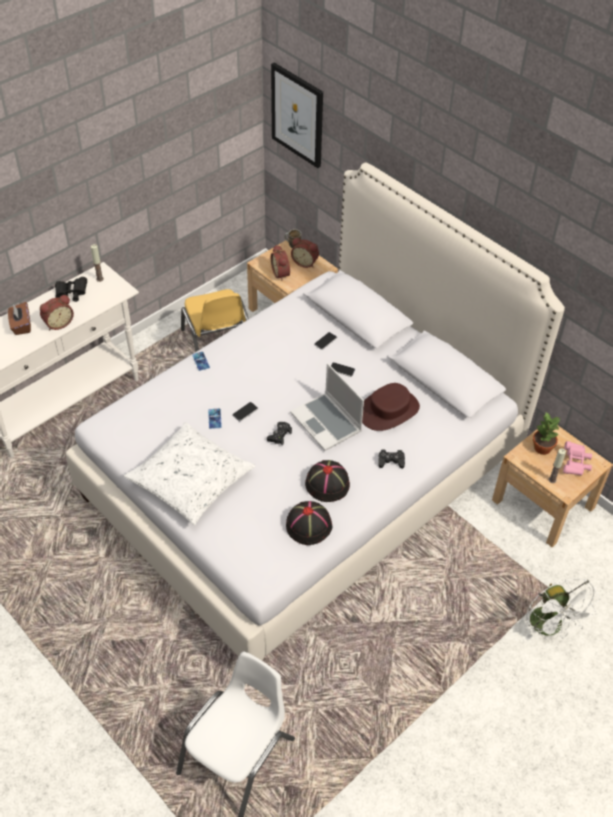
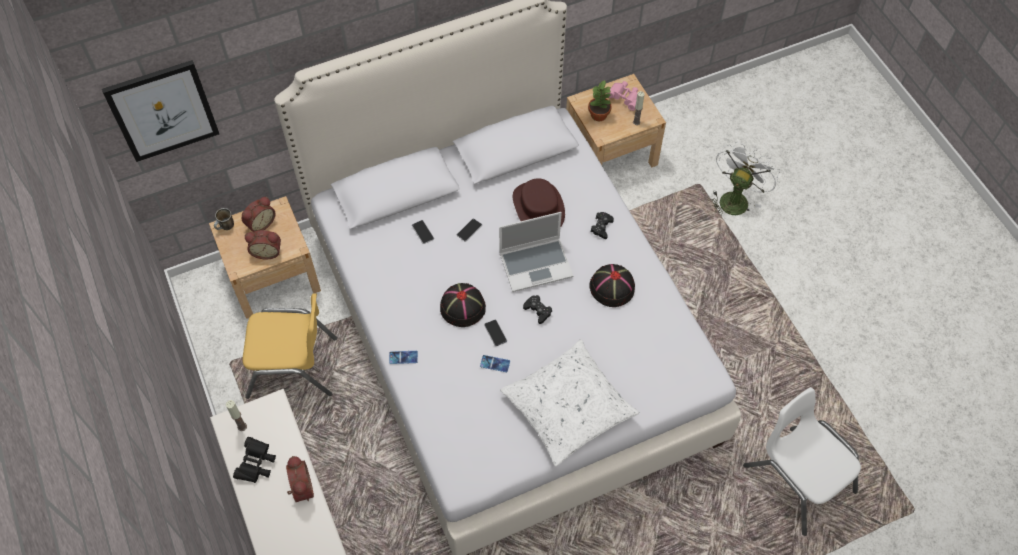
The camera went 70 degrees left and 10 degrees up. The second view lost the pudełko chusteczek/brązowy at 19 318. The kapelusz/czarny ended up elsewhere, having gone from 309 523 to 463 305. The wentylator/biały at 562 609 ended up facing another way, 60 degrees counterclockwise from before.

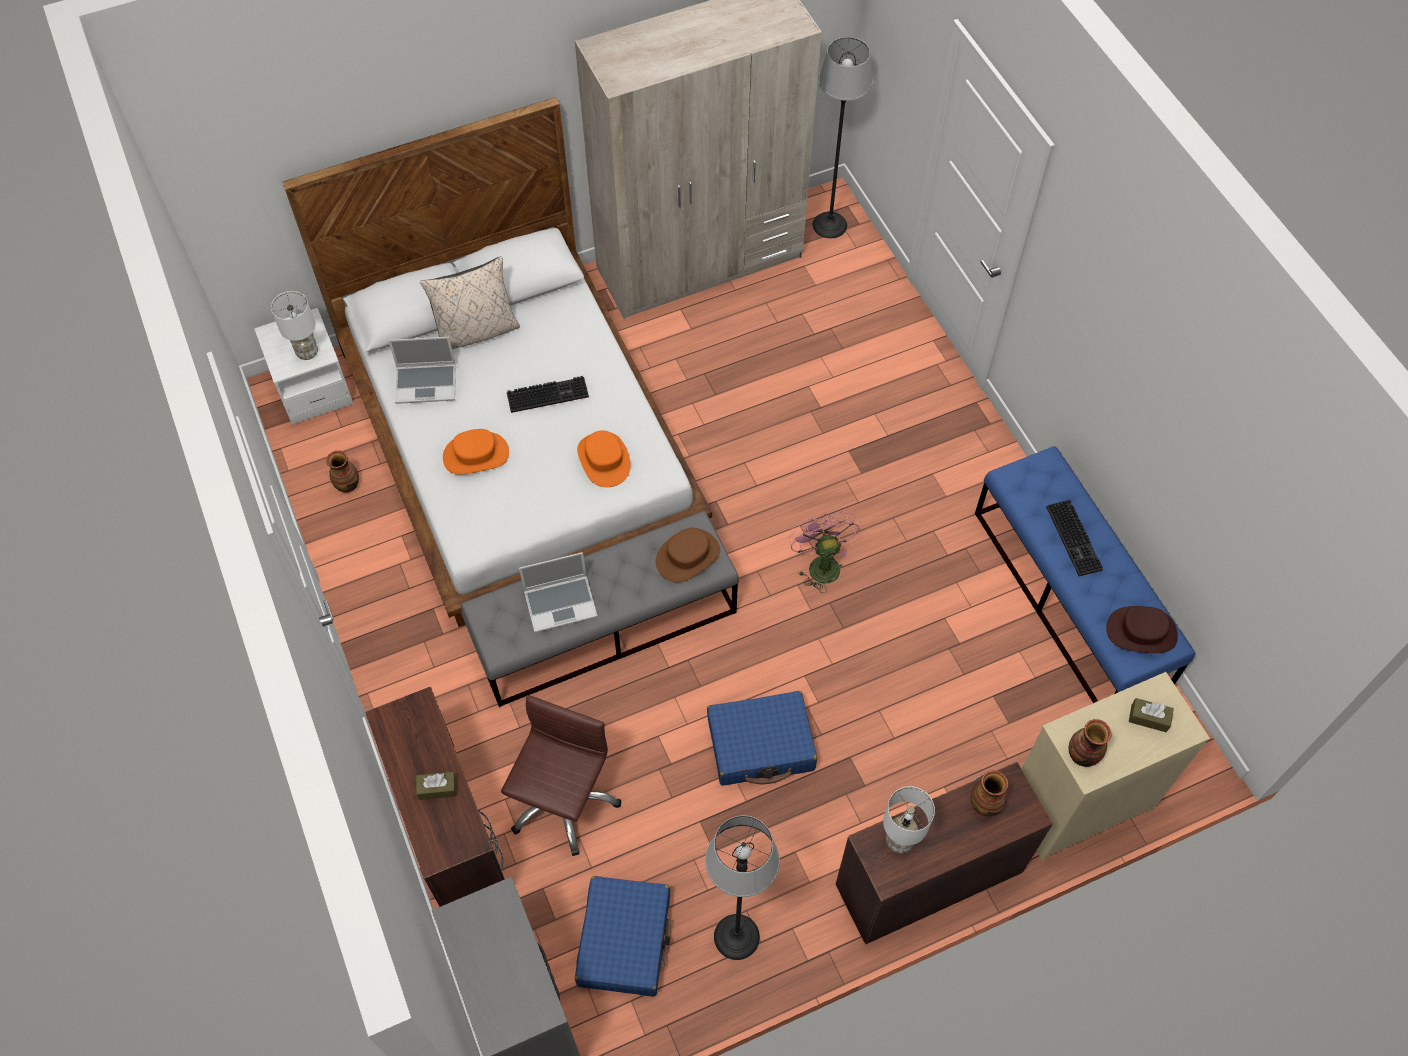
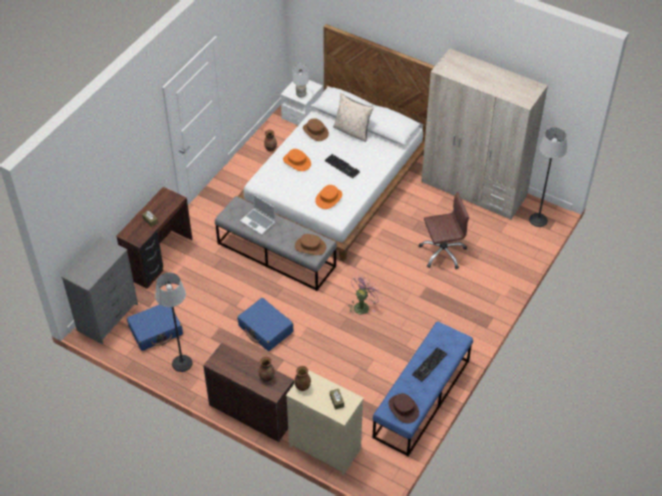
The camera went 55 degrees right and 10 degrees down. Where the laptop stood at 422 370, the kapelusz/brązowy came to stand at 316 129. The krzesło biurowe/brązowy ended up elsewhere, having gone from 561 775 to 444 230. The second view lost the lampa stołowa/biały at 909 819.

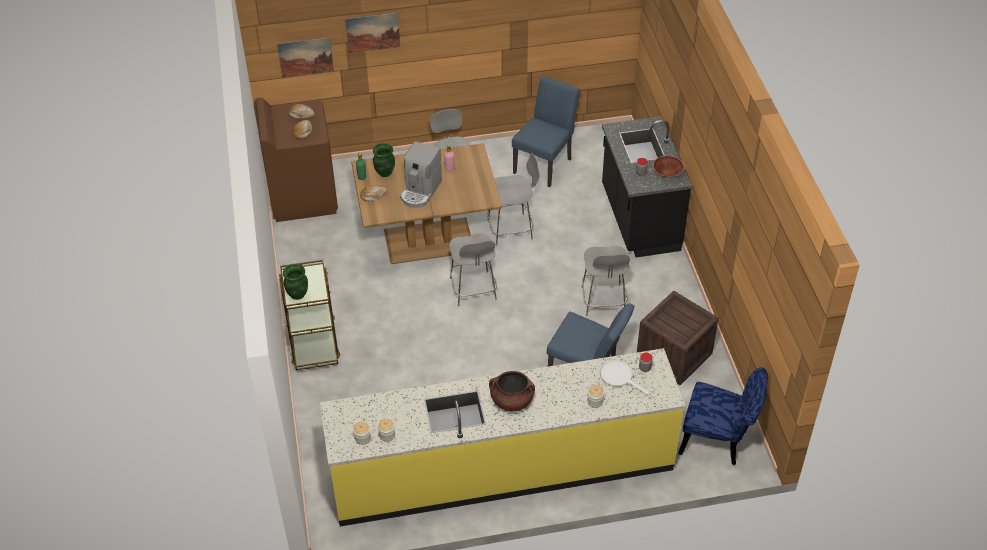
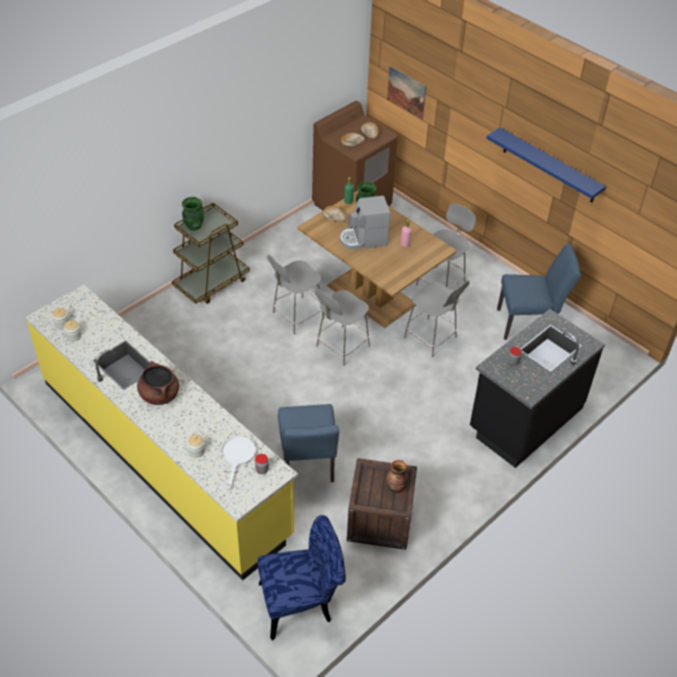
The camera went 55 degrees right and 0 degrees up. The second view lost the obraz at 372 33. The stołek/szary ended up elsewhere, having gone from 605 281 to 295 294. The second view lost the miska/brązowy at 669 166. The krzesło/niebieski at 723 416 ended up facing another way, 90 degrees counterclockwise from before. The second view gained the wazon at 396 476. The second view gained the półka/niebieski at 546 165.

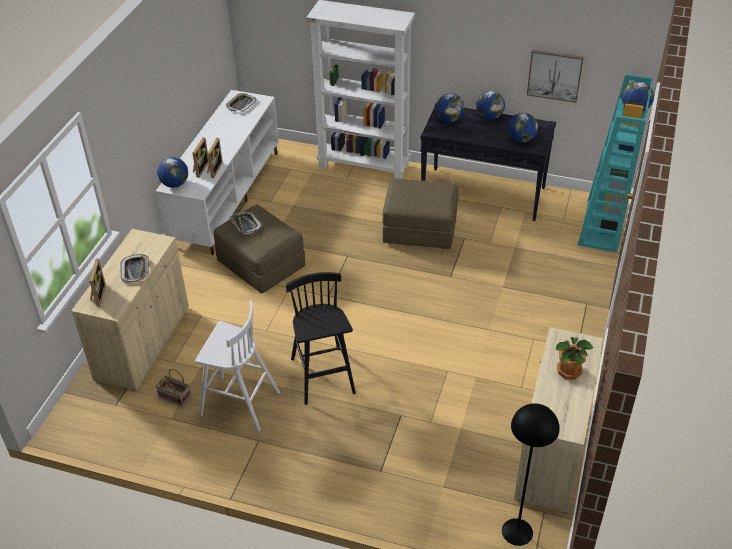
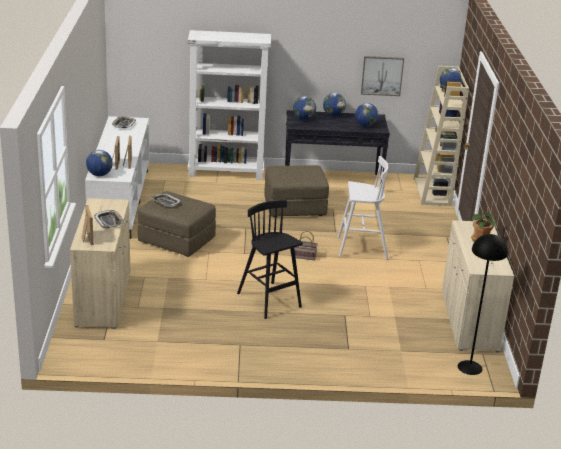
The camera went 20 degrees left and 15 degrees down. The koszyk ended up elsewhere, having gone from 173 388 to 306 245. The stołek/biały ended up elsewhere, having gone from 237 365 to 362 207. What was the regał/turkusowy at 615 163 turned into the regał/beżowy at 441 136.

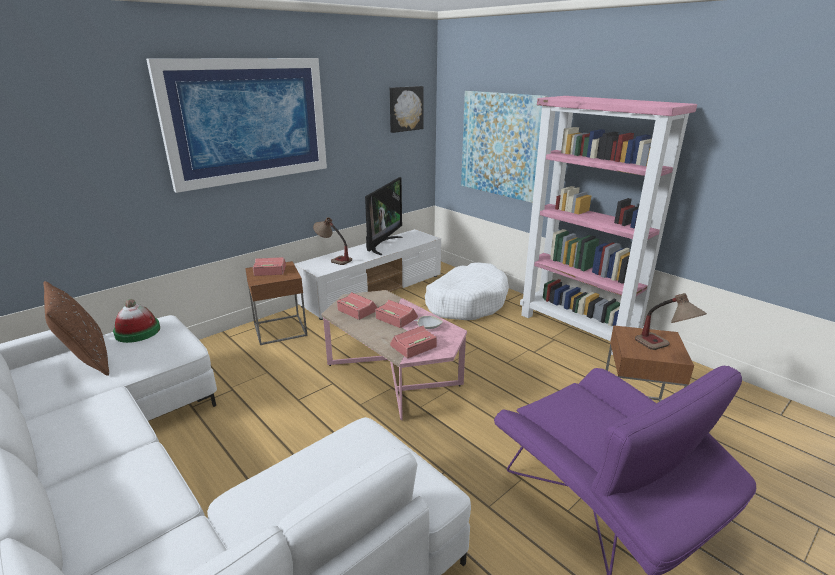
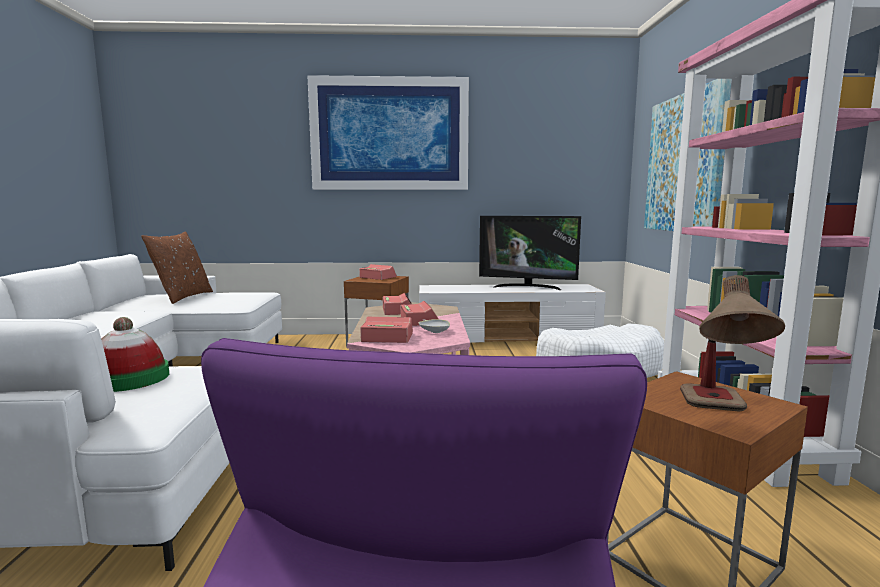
The camera went 40 degrees right and 15 degrees down. The kapelusz ended up elsewhere, having gone from 136 321 to 135 354. The second view lost the lampa stołowa at 332 241. The telewizor at 384 216 ended up facing another way, 45 degrees clockwise from before. The second view lost the obraz at 407 109.

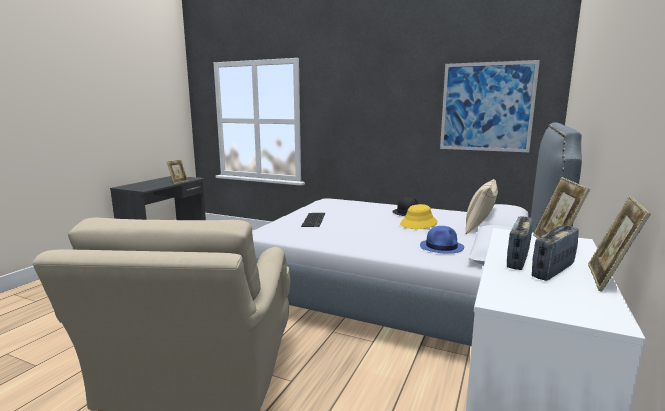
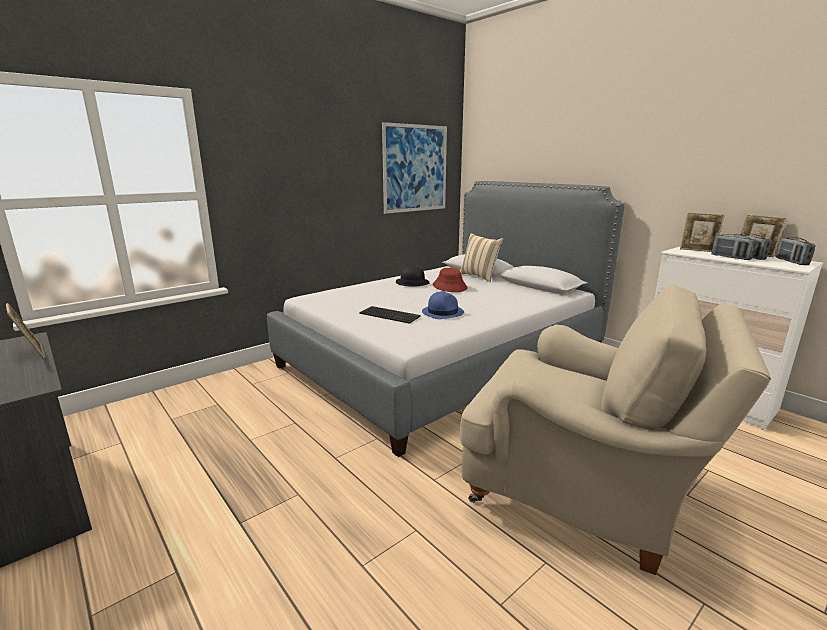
The camera went 65 degrees left and 5 degrees up. What was the kapelusz/żółty at 418 216 turned into the kapelusz/czerwony at 450 280. The kapelusz/niebieski ended up elsewhere, having gone from 442 240 to 443 305. The second view gained the radio at 795 251.

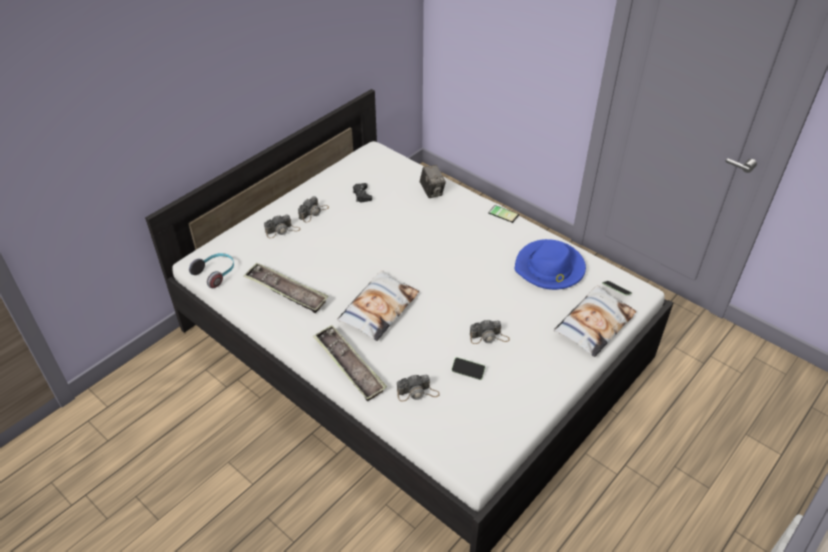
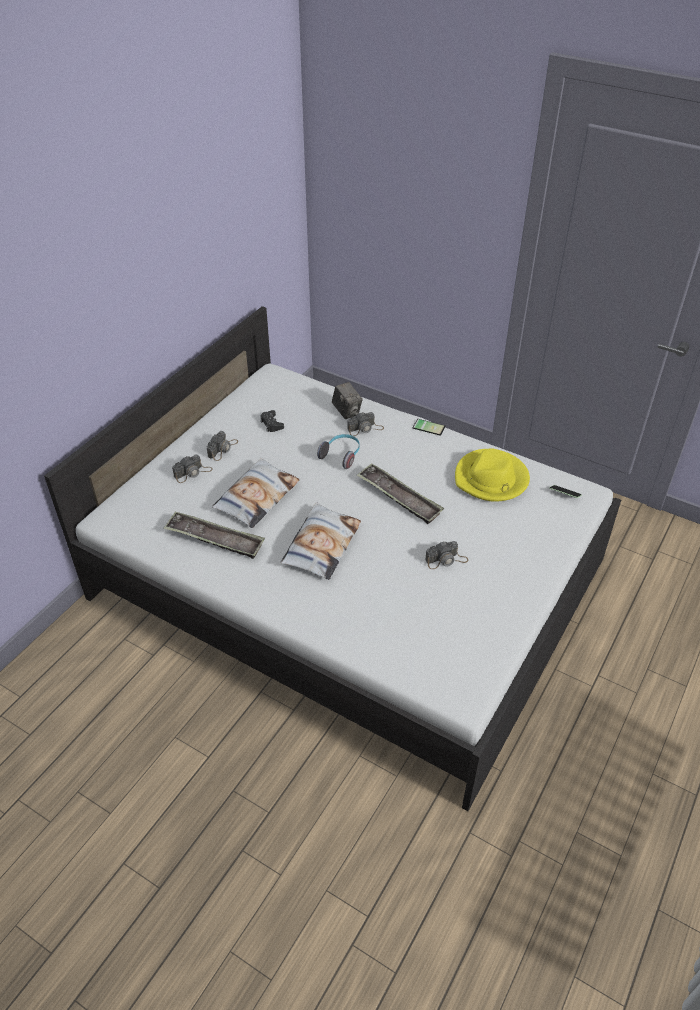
The camera went 10 degrees left and 0 degrees up. The słuchawki ended up elsewhere, having gone from 211 270 to 338 451. The taca ended up elsewhere, having gone from 350 363 to 400 493. The aparat fotograficzny ended up elsewhere, having gone from 418 388 to 365 424. The second view lost the telefon at 468 368. What was the kapelusz/niebieski at 550 264 turned into the kapelusz/żółty at 492 475. The poduszka ended up elsewhere, having gone from 595 321 to 256 493.

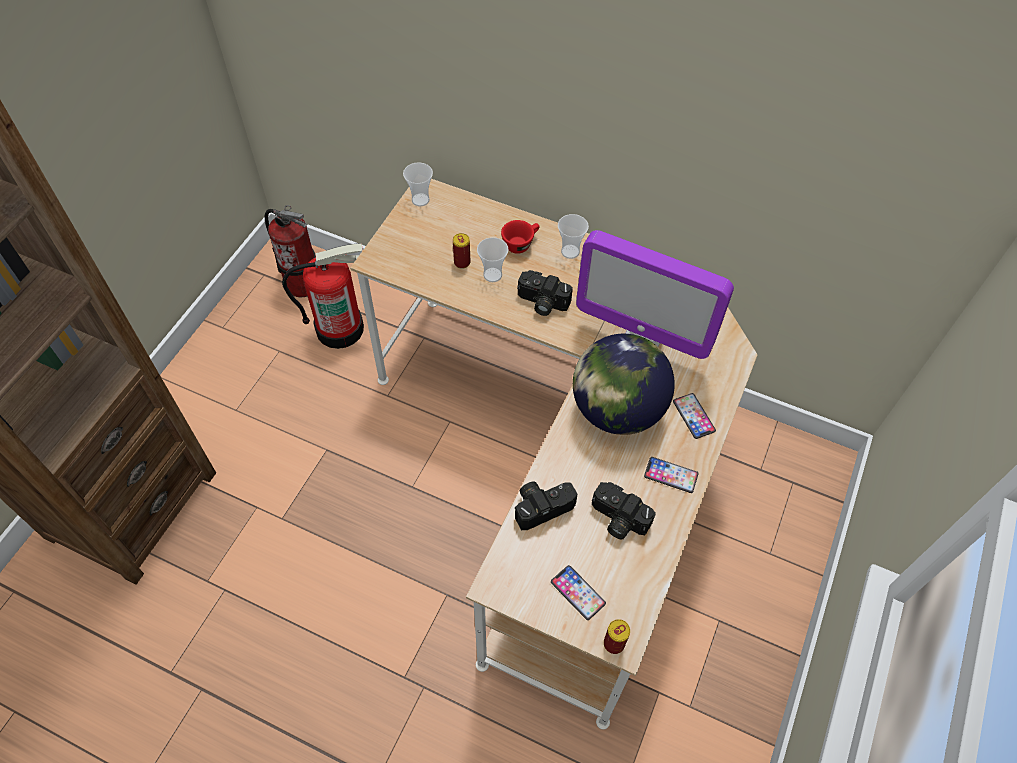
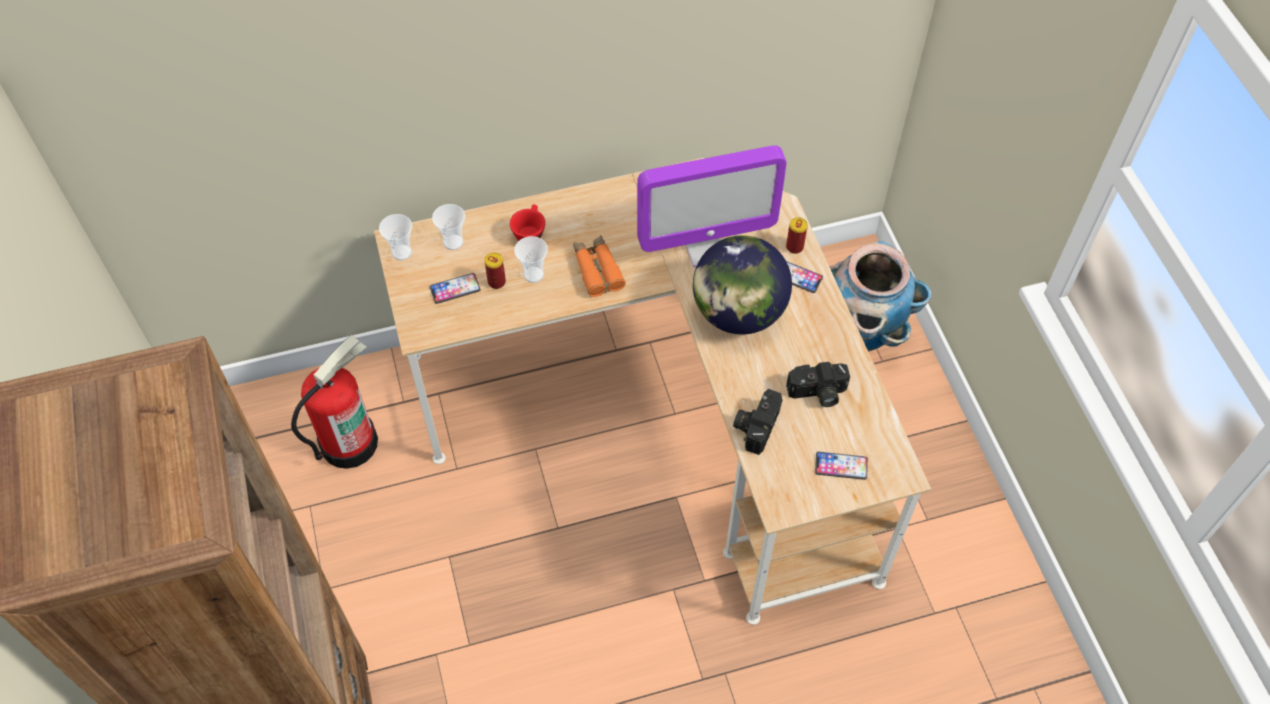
The camera went 40 degrees left and 0 degrees up. The second view lost the gaśnica at 290 251. Where the aparat fotograficzny stood at 545 293, the lornetka/pomarańczowy came to stand at 599 266. The filiżanka ended up elsewhere, having gone from 573 236 to 448 227. The puszka ended up elsewhere, having gone from 617 636 to 797 235. The telefon ended up elsewhere, having gone from 671 475 to 455 288. The second view gained the donica at 880 296.

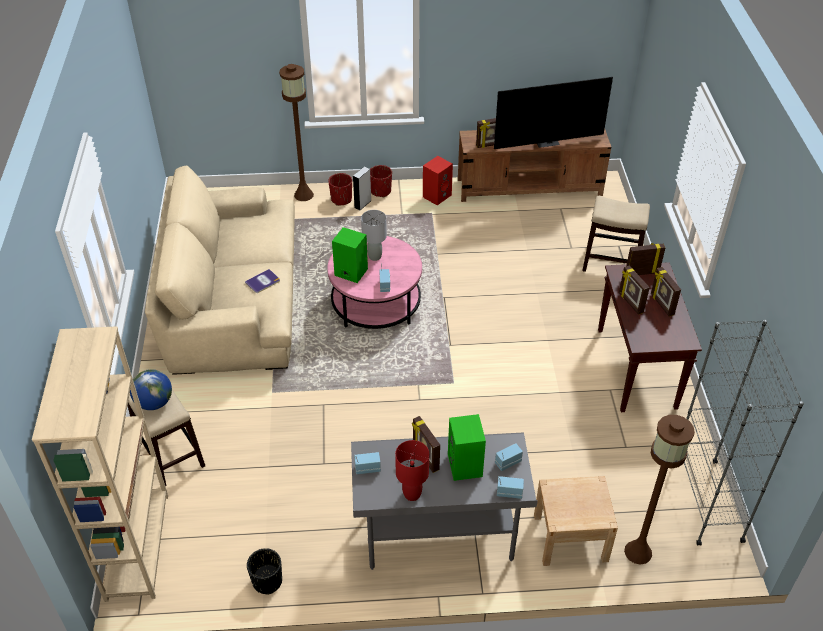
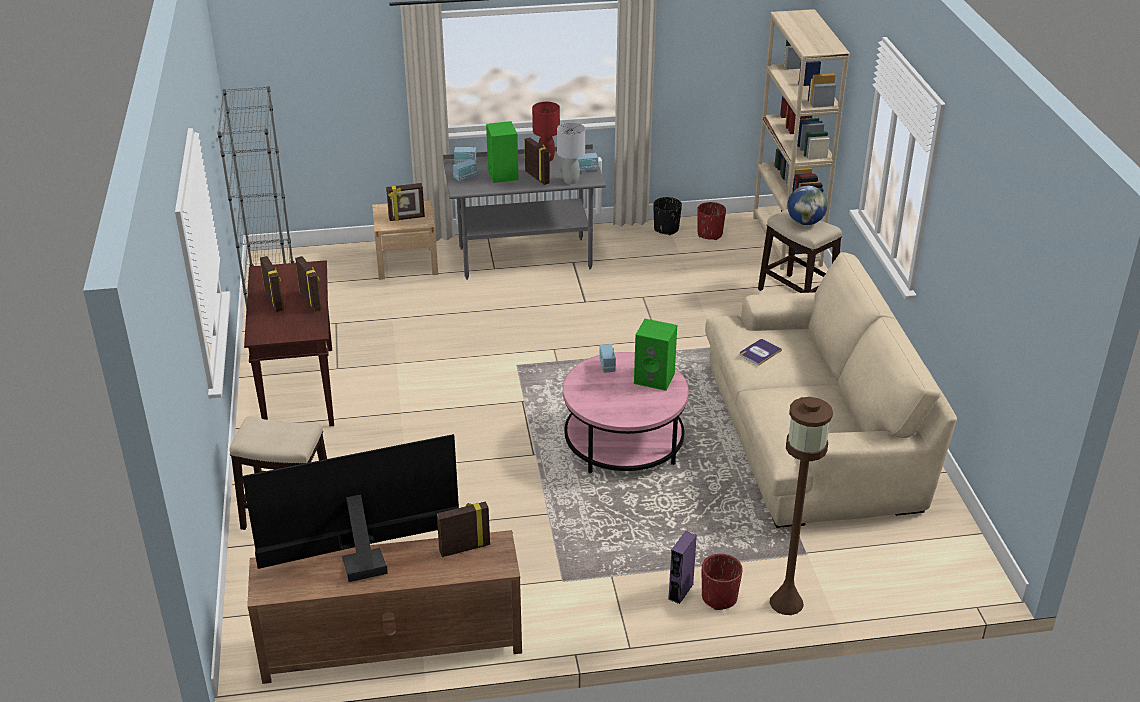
The camera went 175 degrees right and 10 degrees down. What was the głośnik/szary at 362 188 turned into the głośnik/fioletowy at 682 567. The lampa stołowa/szary ended up elsewhere, having gone from 374 235 to 571 153. The donica/czerwony ended up elsewhere, having gone from 381 181 to 711 221. The second view lost the głośnik/czerwony at 438 180. The second view lost the lampa stojąca/brązowy at 659 490. The ramka na zdjęcie ended up elsewhere, having gone from 646 259 to 405 202.

